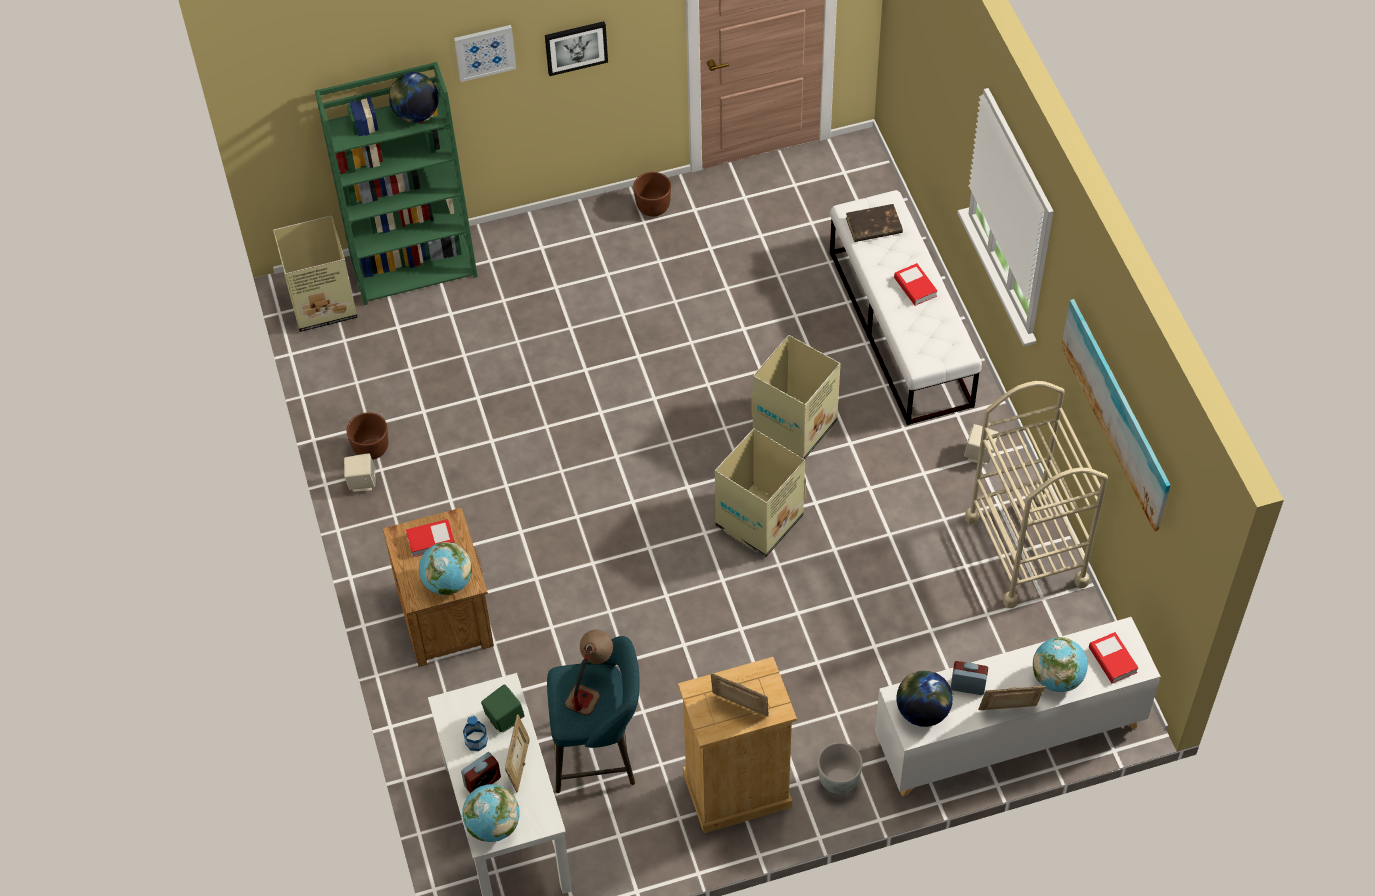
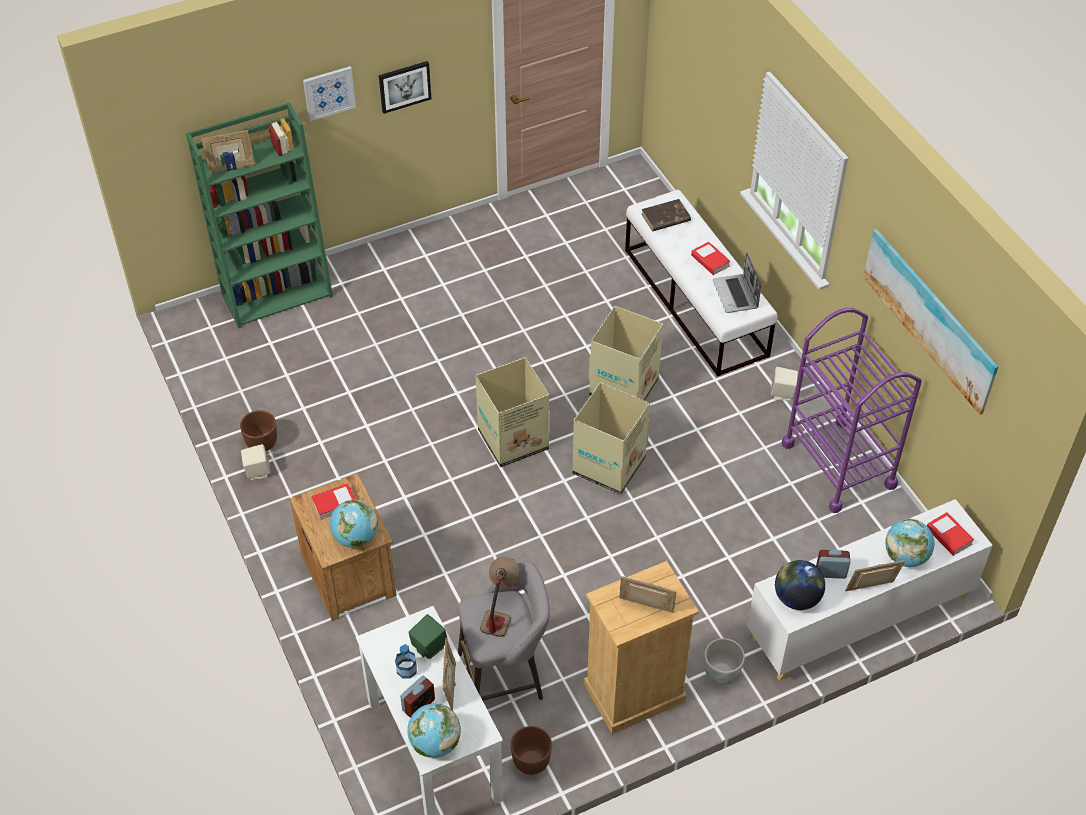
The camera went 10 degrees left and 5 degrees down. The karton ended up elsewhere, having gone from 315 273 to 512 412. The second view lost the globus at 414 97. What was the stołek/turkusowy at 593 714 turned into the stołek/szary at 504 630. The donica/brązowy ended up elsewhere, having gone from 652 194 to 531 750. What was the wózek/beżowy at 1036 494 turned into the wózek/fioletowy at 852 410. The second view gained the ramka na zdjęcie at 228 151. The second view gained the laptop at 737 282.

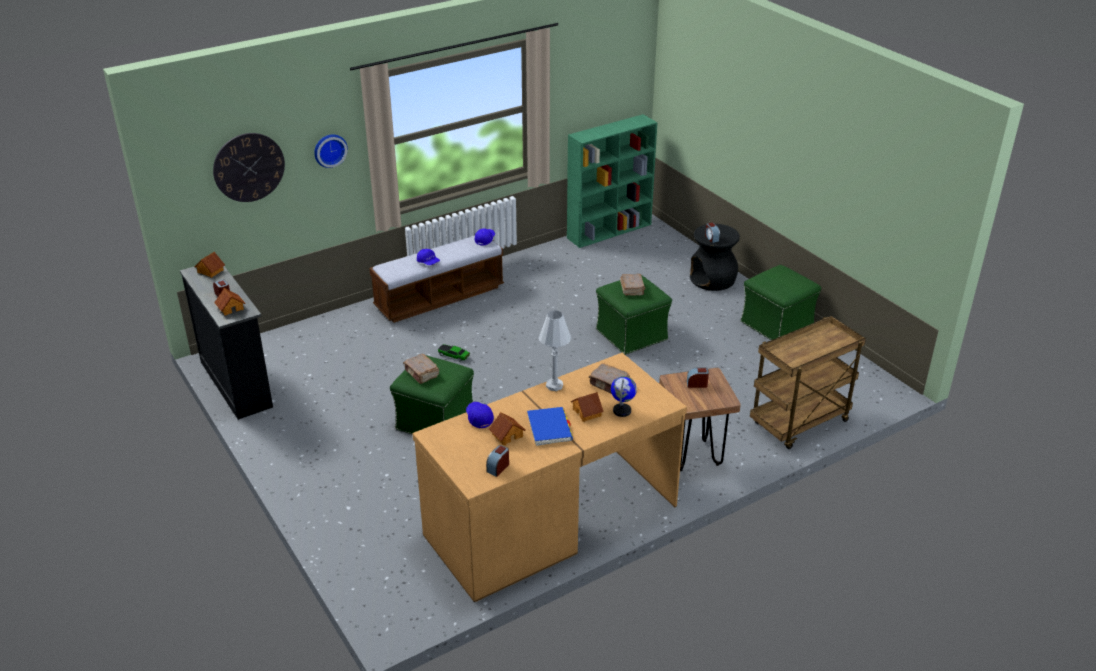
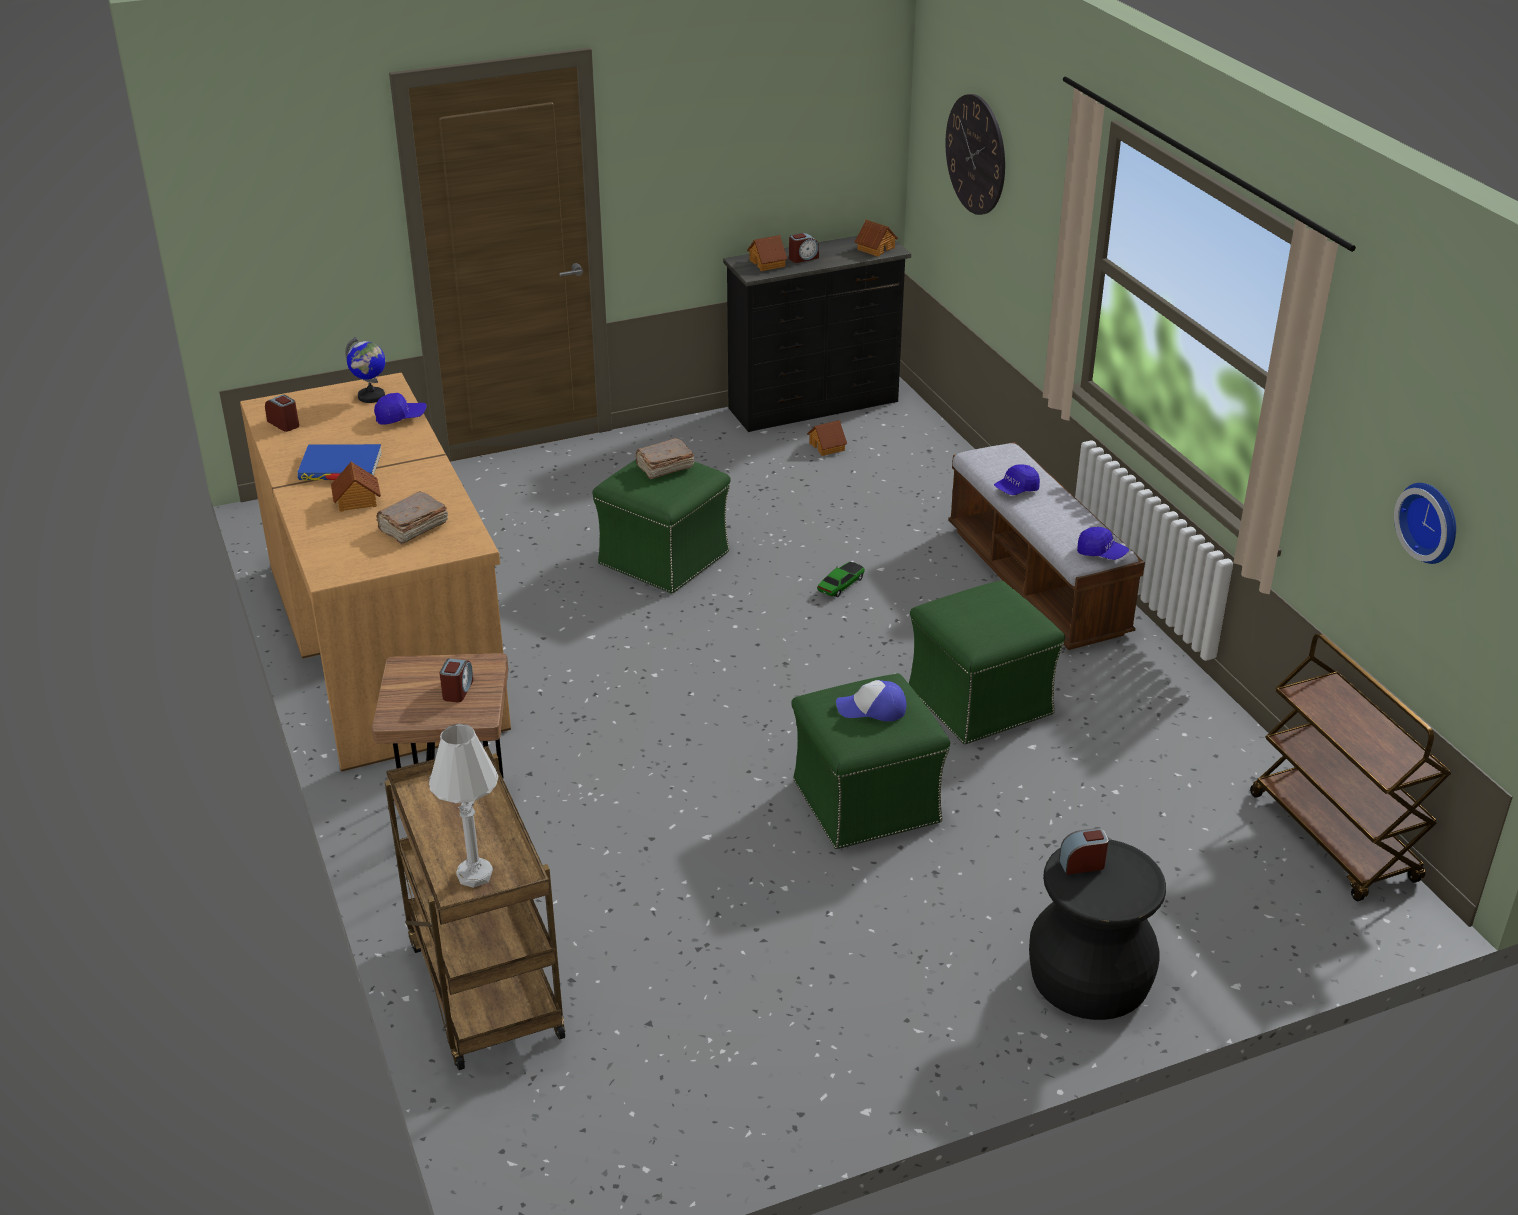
The camera went 100 degrees right and 0 degrees up. The zegar ścienny ended up elsewhere, having gone from 331 151 to 1425 523. The domek ended up elsewhere, having gone from 507 429 to 827 438. The lampa stołowa/biały ended up elsewhere, having gone from 555 350 to 463 806. Where the regał/zielony stood at 612 181, the wózek/brązowy came to stand at 1350 767. The globus ended up elsewhere, having gone from 624 396 to 365 370. Where the książka/brązowy stood at 632 285, the czapka z daszkiem came to stand at 871 700. The pufa/zielony ended up elsewhere, having gone from 780 302 to 987 662.

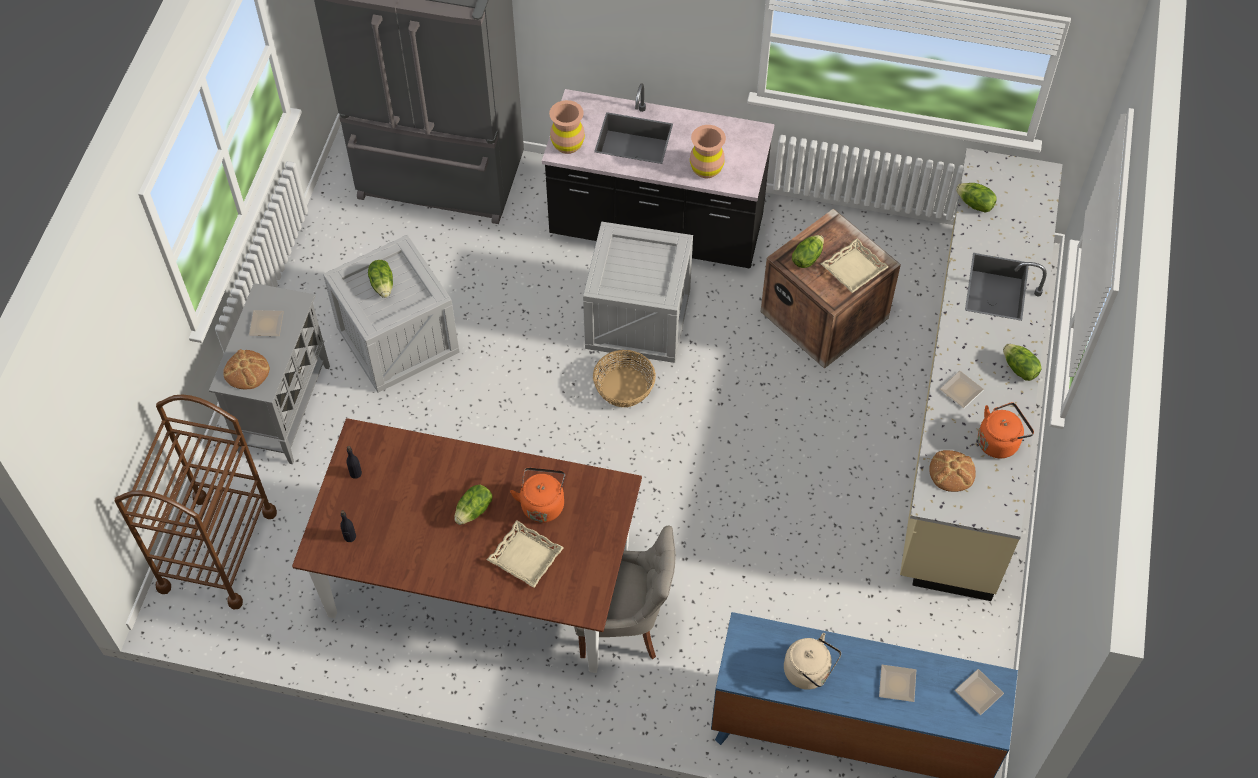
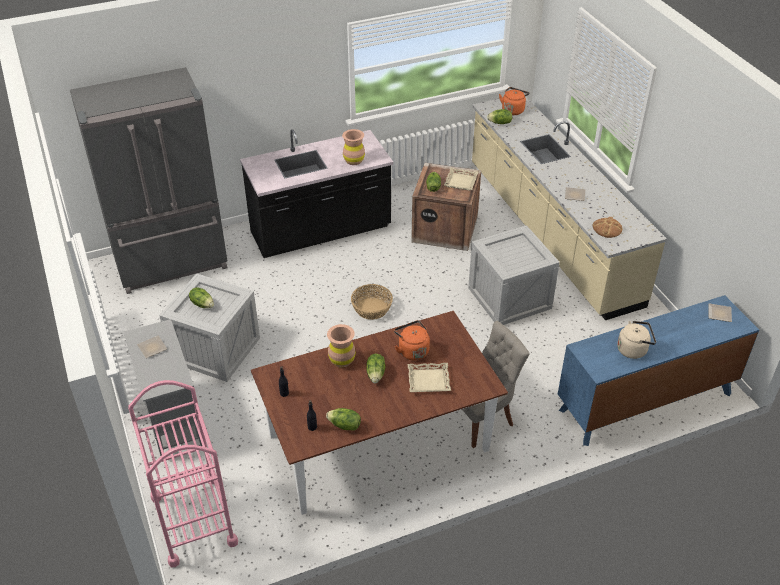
The camera went 35 degrees left and 15 degrees down. What was the wózek/brązowy at 196 501 turned into the wózek/różowy at 183 474. The second view lost the chleb at 246 369. The wazon/brązowy ended up elsewhere, having gone from 567 127 to 341 346. The skrzynka ended up elsewhere, having gone from 638 292 to 514 275. The second view lost the talerz at 897 683. The czajnik/pomarańczowy ended up elsewhere, having gone from 1006 430 to 514 101. The sałata ended up elsewhere, having gone from 1022 362 to 343 419.

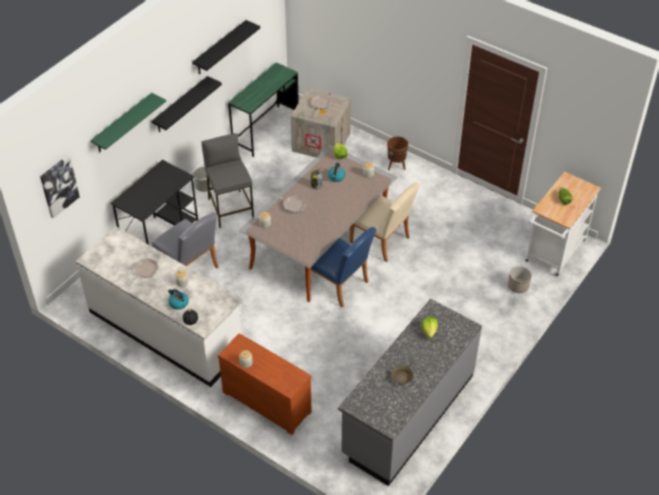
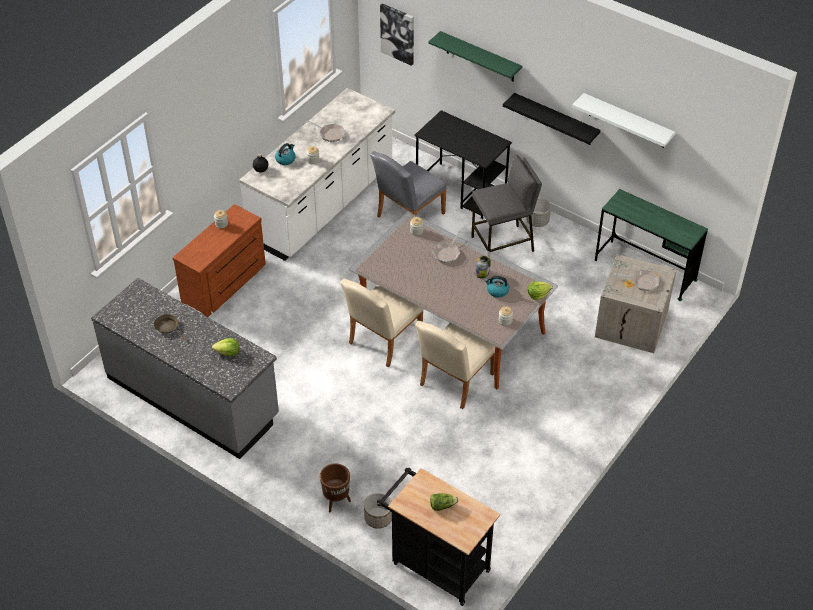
The camera went 90 degrees right and 0 degrees up. What was the półka/czarny at 226 47 turned into the półka/biały at 624 120. What was the krzesło/niebieski at 343 267 turned into the krzesło/beżowy at 382 323. The donica/brązowy ended up elsewhere, having gone from 397 153 to 335 487. What was the wózek/biały at 563 224 turned into the wózek/czarny at 438 537.

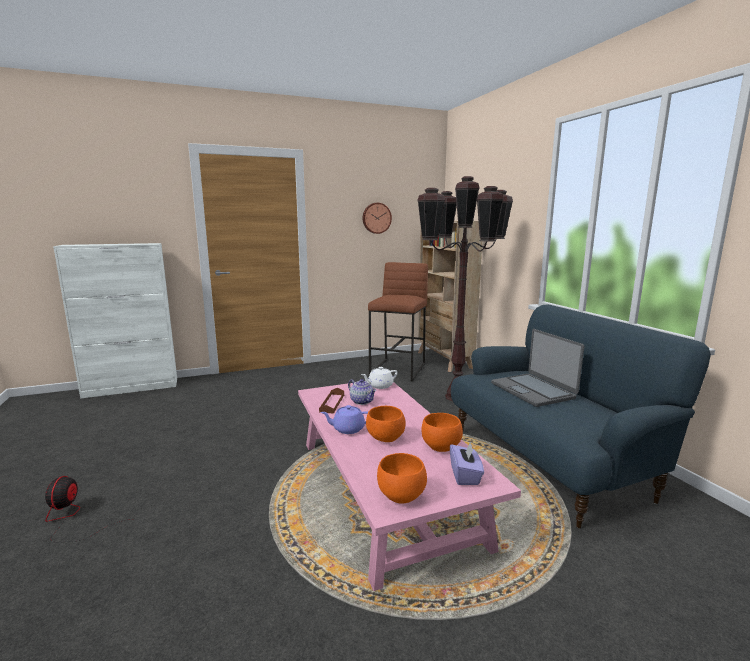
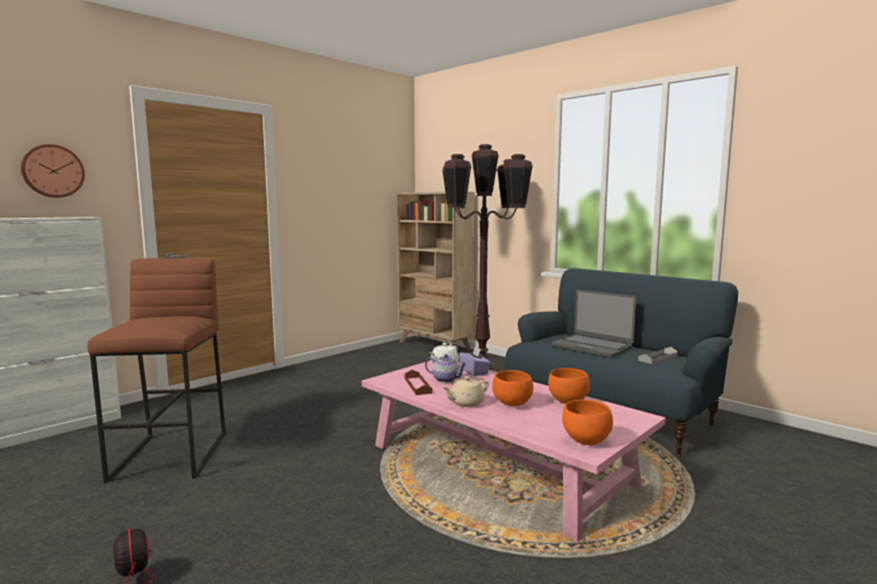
The camera went 25 degrees left and 5 degrees down. What was the imbryk/fioletowy at 344 419 turned into the imbryk/beżowy at 465 391. The zegar ścienny ended up elsewhere, having gone from 377 218 to 53 171. The stołek/brązowy ended up elsewhere, having gone from 398 322 to 156 370. The pudełko chusteczek/fioletowy ended up elsewhere, having gone from 467 463 to 475 361. The second view gained the taca/szary at 658 355.

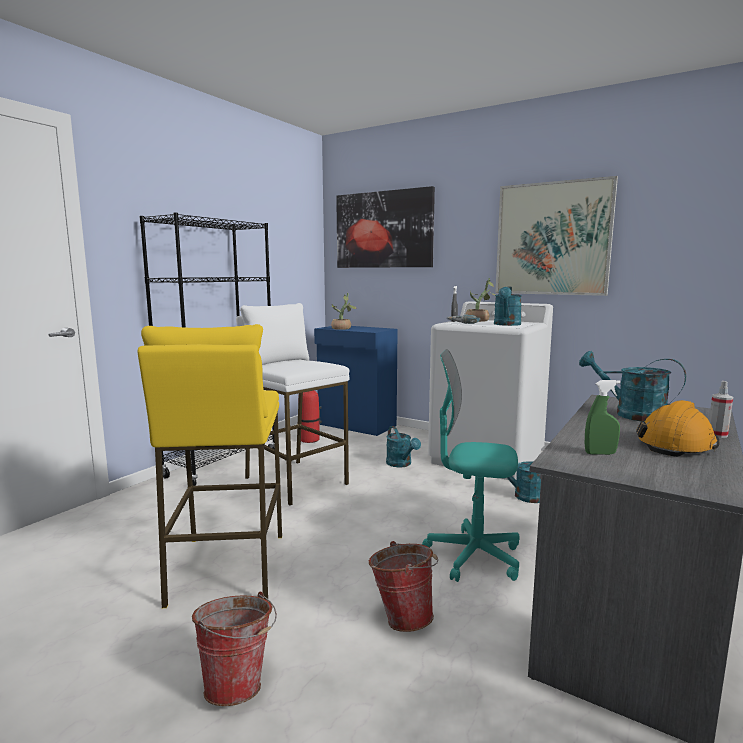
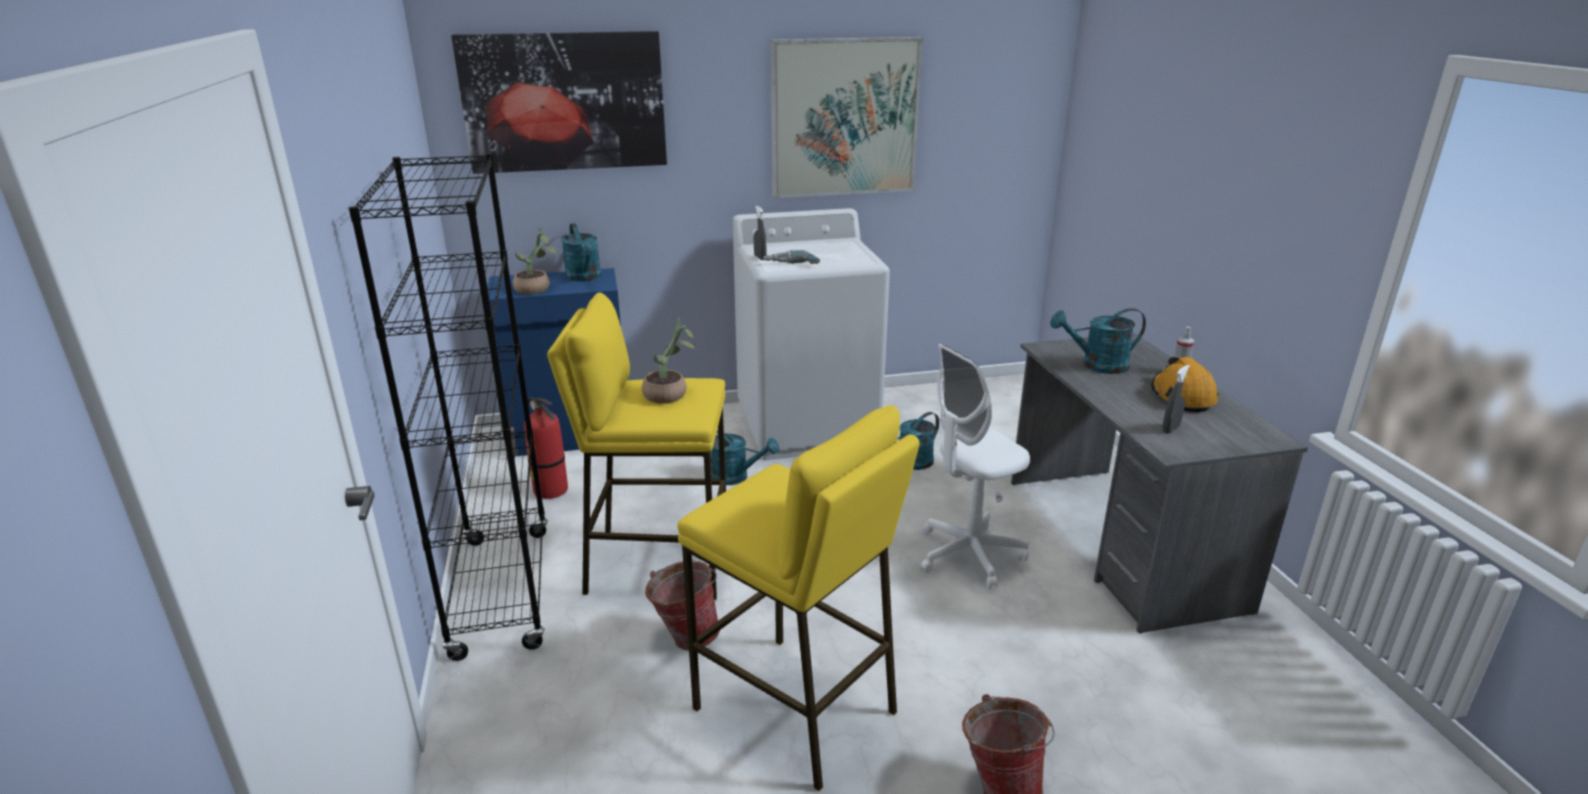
The camera went 45 degrees left and 15 degrees up. What was the stołek/biały at 293 404 turned into the stołek/żółty at 636 446. The wiadro ended up elsewhere, having gone from 403 586 to 682 605. What was the krzesło biurowe/turkusowy at 471 465 turned into the krzesło biurowe/biały at 975 466. The roślina doniczkowa ended up elsewhere, having gone from 480 300 to 668 360. The konewka/turkusowy ended up elsewhere, having gone from 508 306 to 581 252. What was the spryskiwacz/zielony at 602 417 turned into the spryskiwacz/szary at 1176 399.

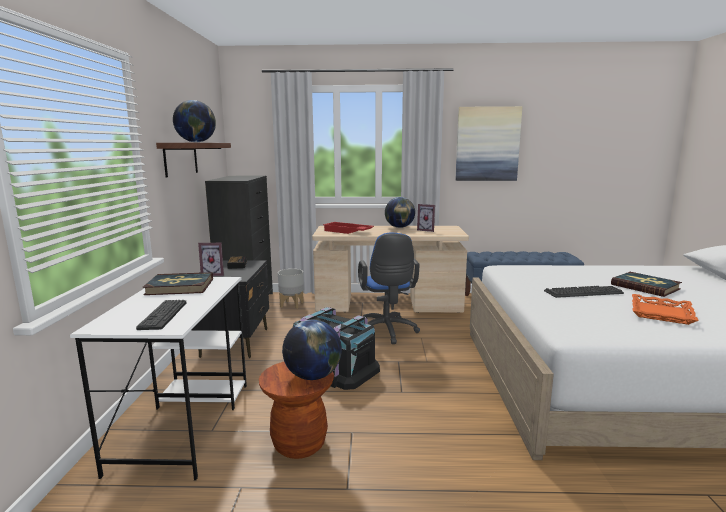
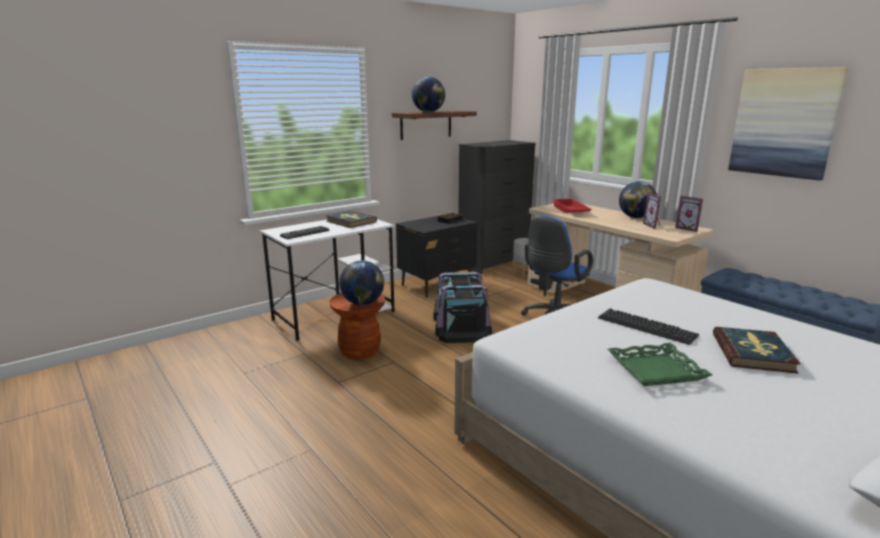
The camera went 50 degrees right and 5 degrees up. The ramka na zdjęcie ended up elsewhere, having gone from 211 259 to 689 214. What was the taca/pomarańczowy at 665 309 turned into the taca/zielony at 659 364.

